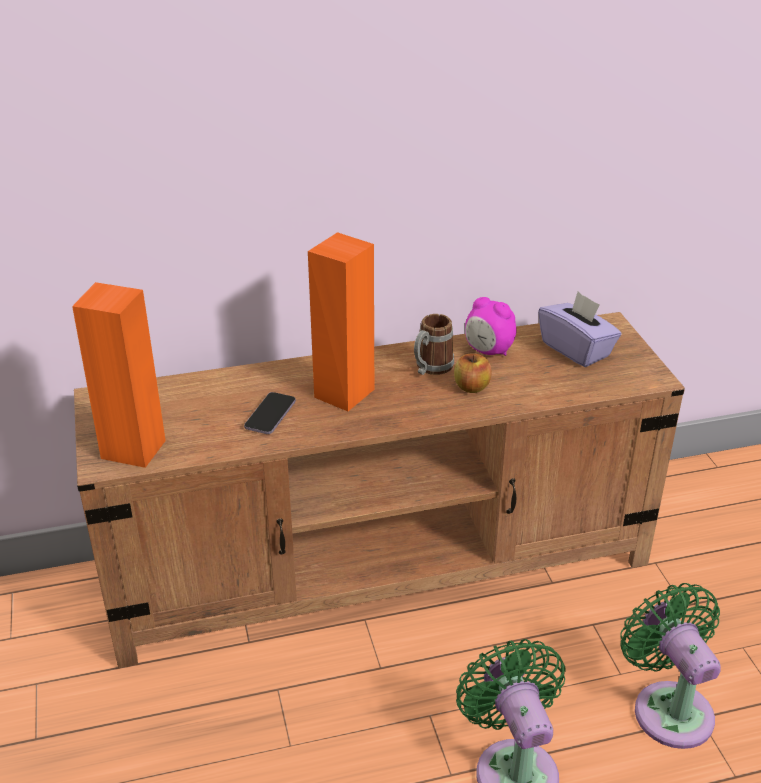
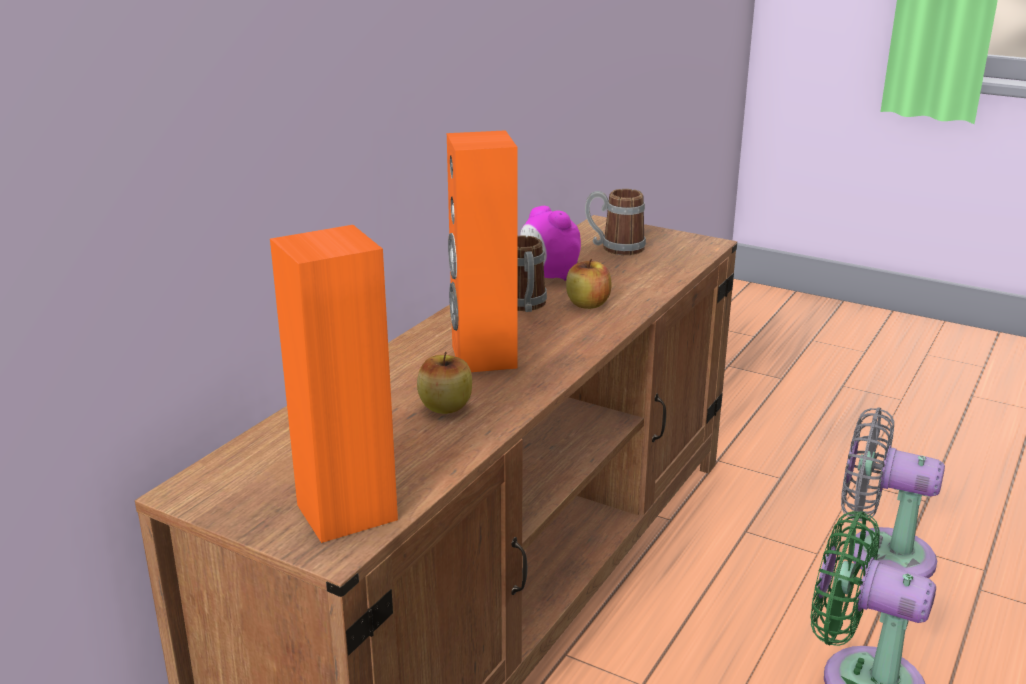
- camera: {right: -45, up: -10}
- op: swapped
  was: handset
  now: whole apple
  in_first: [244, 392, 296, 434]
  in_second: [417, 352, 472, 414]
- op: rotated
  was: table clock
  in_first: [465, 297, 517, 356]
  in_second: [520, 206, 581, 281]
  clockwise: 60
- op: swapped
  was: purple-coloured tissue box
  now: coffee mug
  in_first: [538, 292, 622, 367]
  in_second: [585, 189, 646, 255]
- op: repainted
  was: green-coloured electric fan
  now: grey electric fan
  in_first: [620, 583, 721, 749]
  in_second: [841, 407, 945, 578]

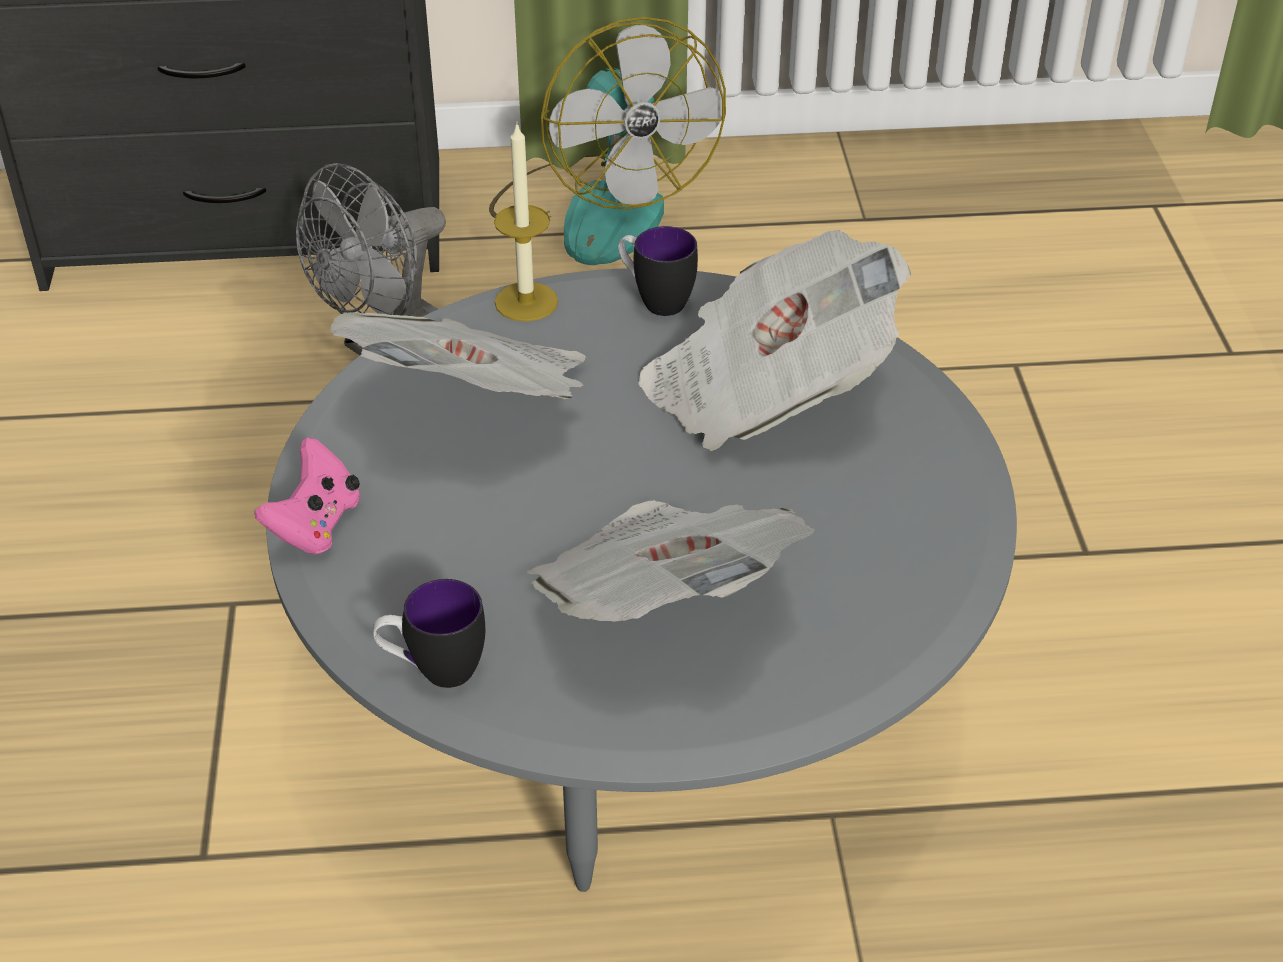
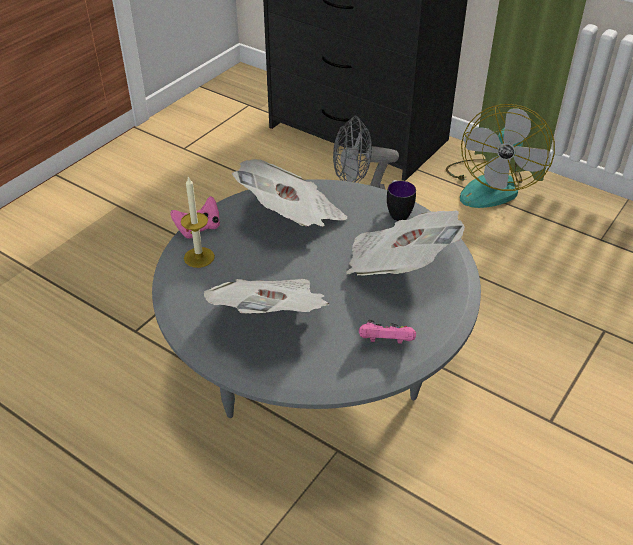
- camera: {right: 40, up: 0}
- op: shifted
  was: wax candle
  in_first: [494, 123, 558, 322]
  in_second: [181, 176, 215, 268]
- op: new
  now: pinkish gamepad
  in_second: [359, 320, 416, 344]
- op: gone
  was: coffee mug
  in_first: [373, 579, 485, 688]

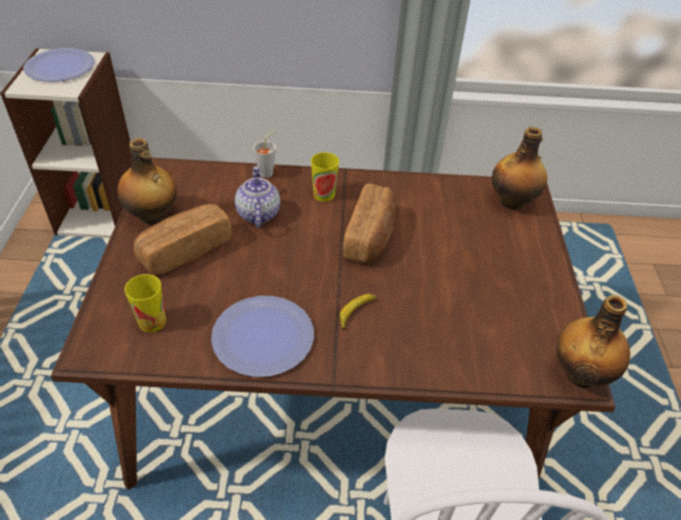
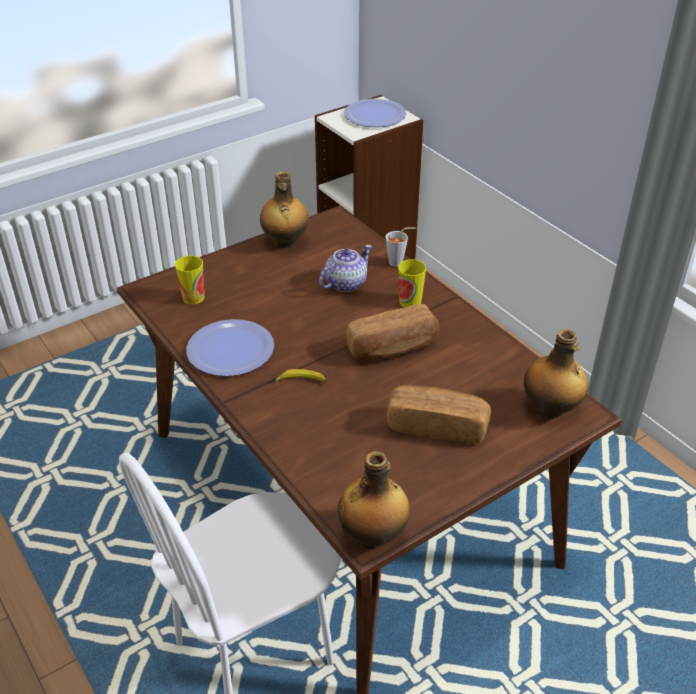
- camera: {right: 55, up: -5}
- op: shifted
  was: bakery bread
  in_first: [134, 204, 231, 275]
  in_second: [387, 385, 491, 443]

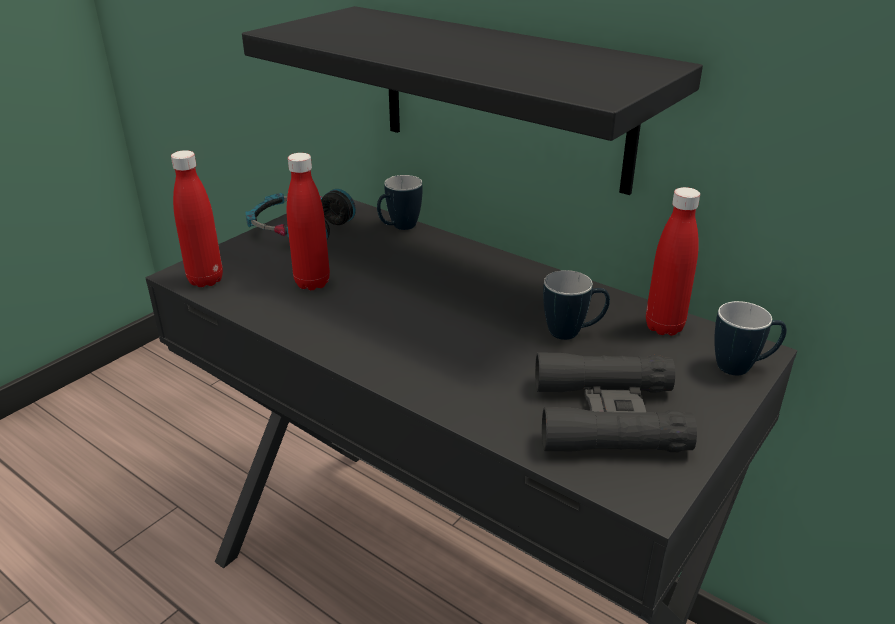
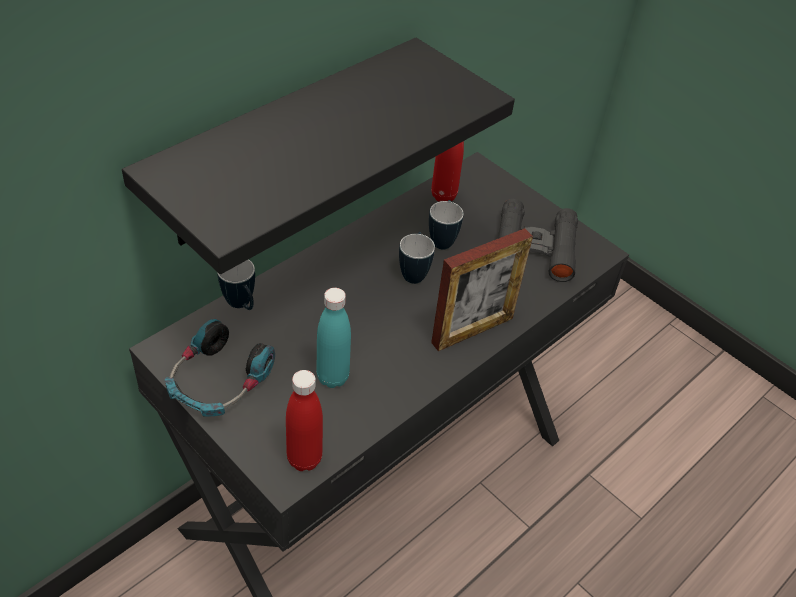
- camera: {right: -85, up: 15}
- op: repainted
  was: red beverage bottle
  now: turquoise beverage bottle
  in_first: [287, 153, 330, 290]
  in_second: [316, 288, 351, 388]
- op: shifted
  was: coffee mug
  in_first: [714, 301, 787, 375]
  in_second: [399, 232, 435, 284]
- op: new
  now: photo frame
  in_second: [431, 228, 533, 351]

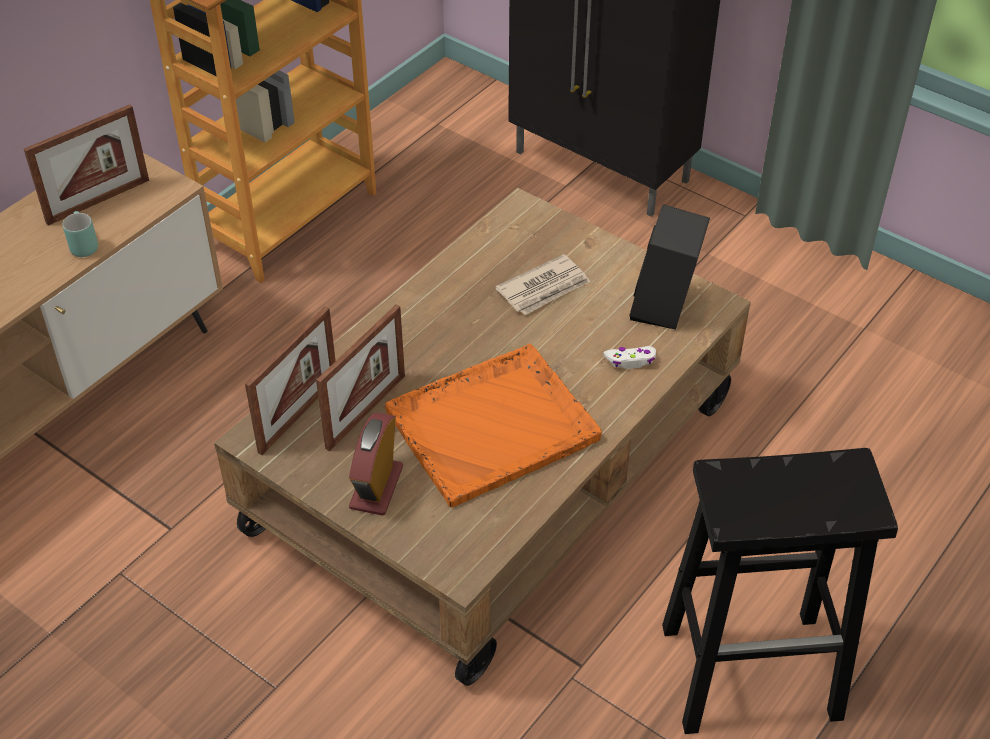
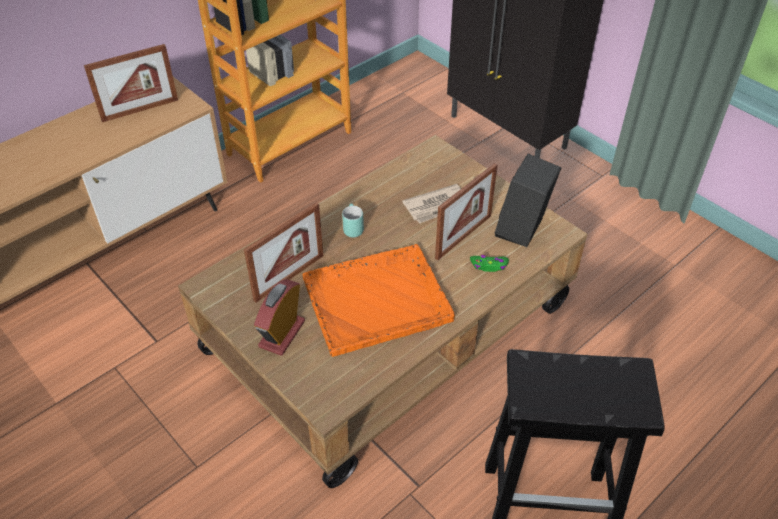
- camera: {right: 10, up: 0}
- op: shifted
  was: turquoise coffee mug
  in_first: [63, 211, 98, 257]
  in_second: [342, 204, 364, 237]
- op: shifted
  was: photo frame
  in_first: [245, 307, 336, 455]
  in_second: [435, 163, 498, 260]
- op: repainted
  was: whitish gamepad
  now: green-coloured gamepad
  in_first: [604, 346, 656, 369]
  in_second: [470, 255, 509, 272]

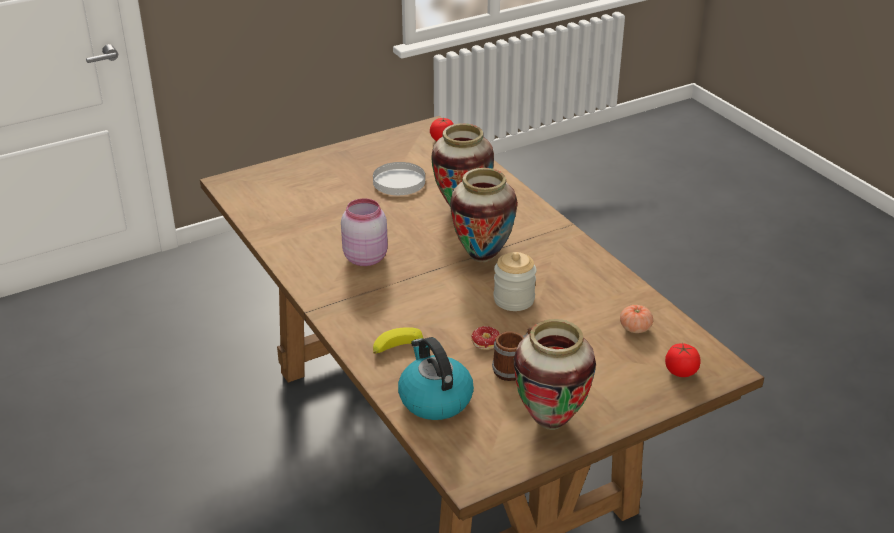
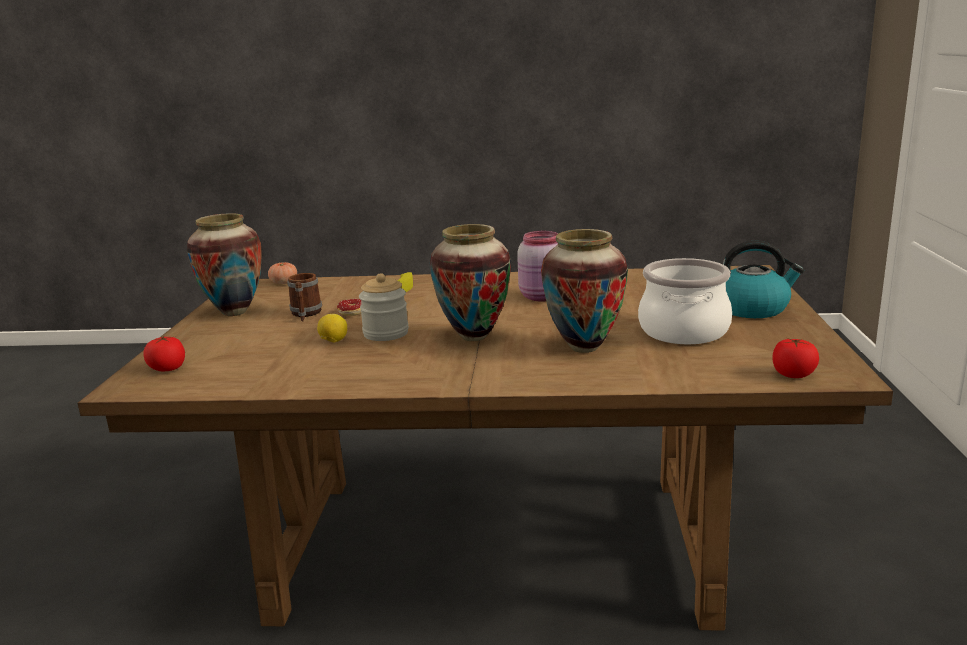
- camera: {right: 125, up: -15}
- op: shifted
  was: fresh tomato
  in_first: [620, 305, 653, 333]
  in_second: [268, 262, 297, 284]
- op: new
  now: lemon
  in_second: [317, 314, 347, 342]
- op: swapped
  was: whitish flat dish
  now: cooking pot
  in_first: [373, 162, 425, 195]
  in_second: [638, 258, 732, 344]
- op: shifted
  was: water kettle
  in_first: [398, 337, 474, 420]
  in_second: [723, 241, 804, 318]

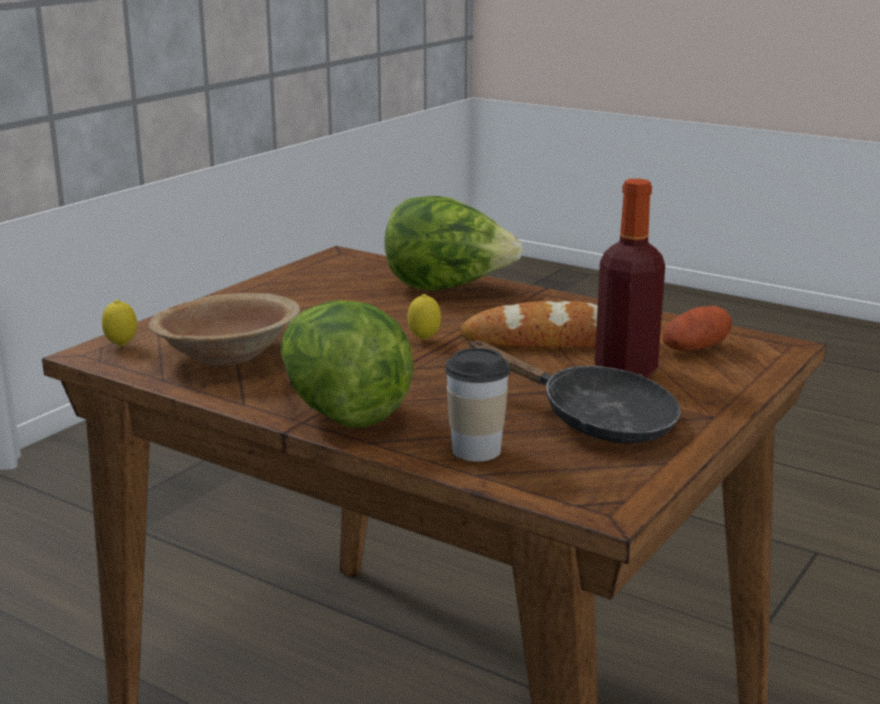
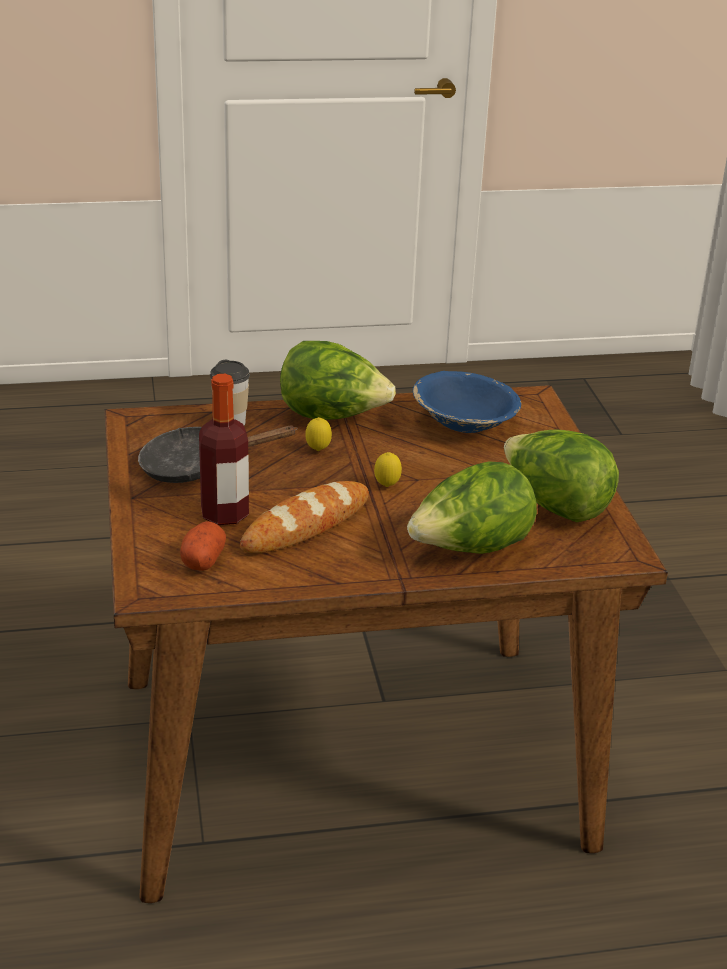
- camera: {right: 135, up: 10}
- op: shifted
  was: lemon
  in_first: [102, 300, 137, 346]
  in_second: [305, 417, 332, 451]
- op: repainted
  was: brownish deep dish
  now: bluish deep dish
  in_first: [149, 293, 301, 366]
  in_second: [413, 371, 521, 433]
- op: new
  now: lettuce head
  in_second: [504, 430, 619, 522]

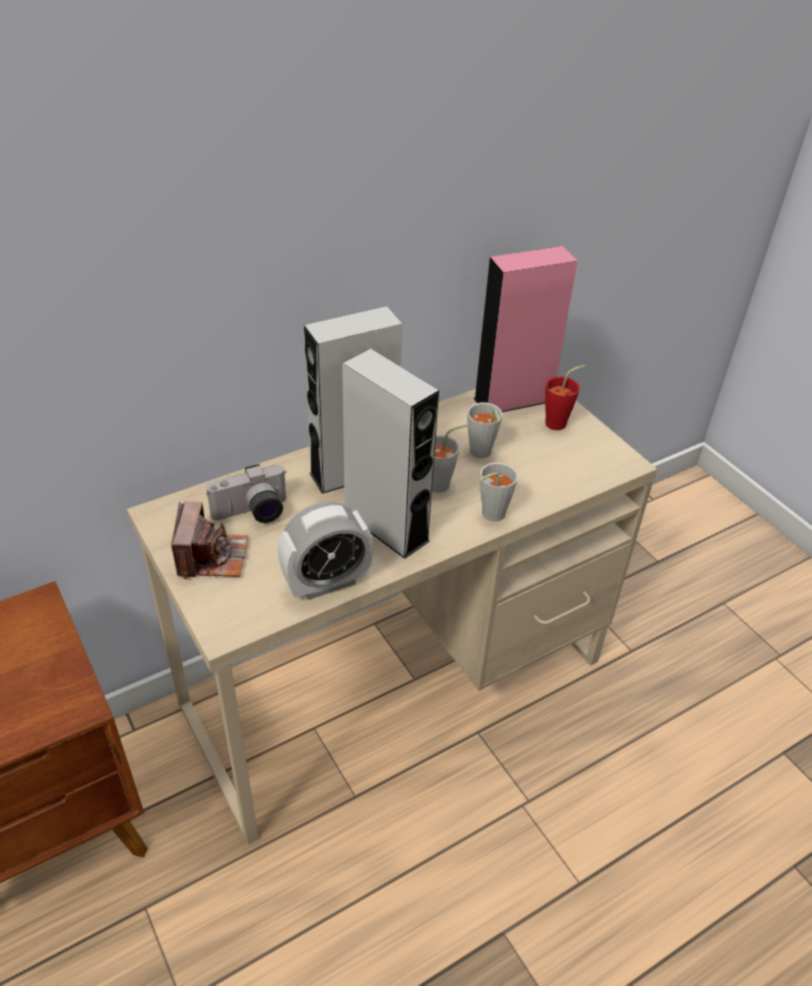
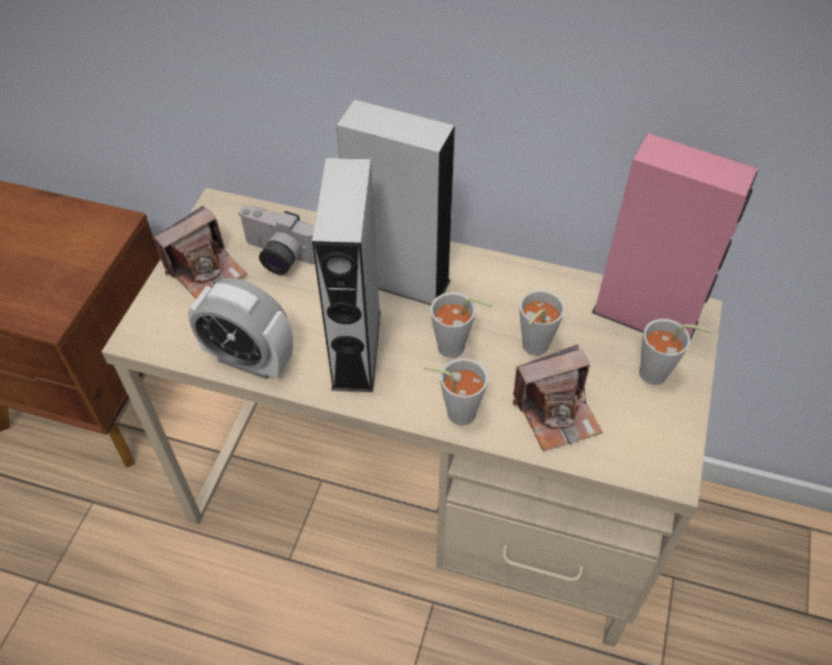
- camera: {right: 50, up: 10}
- op: new
  now: still camera
  in_second: [513, 344, 602, 451]
- op: repainted
  was: red cup
  now: grey cup
  in_first: [545, 365, 585, 430]
  in_second: [639, 319, 711, 385]

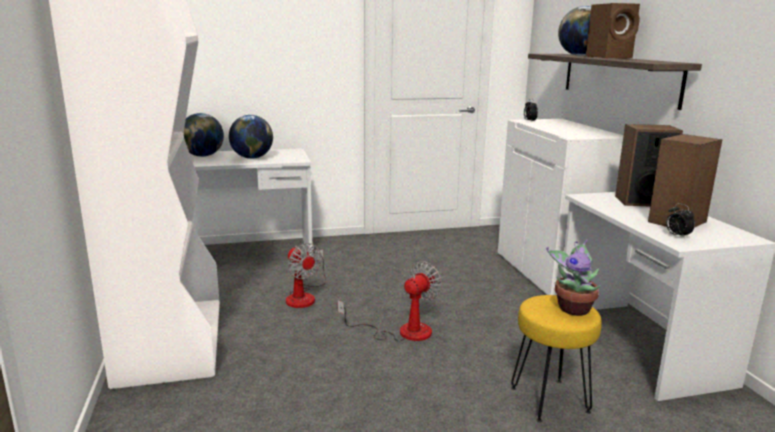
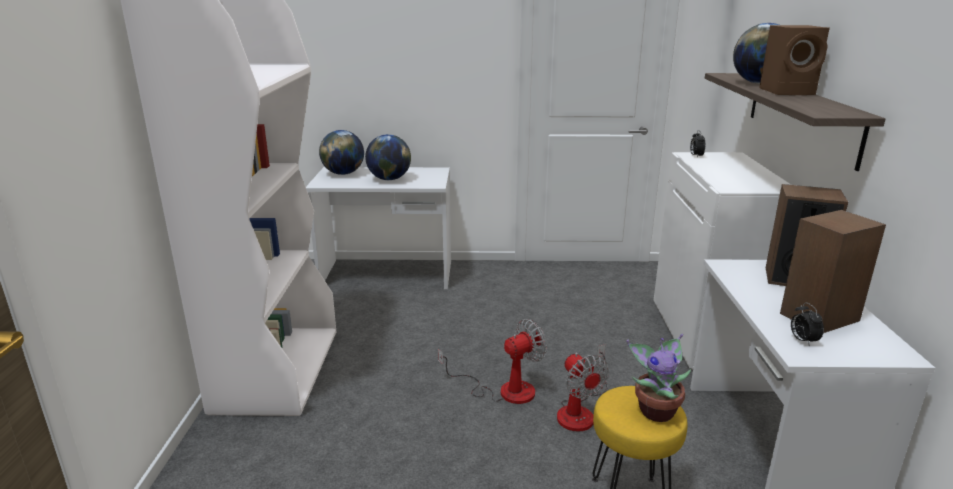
- camera: {right: 15, up: 5}
- op: shifted
  was: electric fan
  in_first: [286, 243, 327, 308]
  in_second: [557, 345, 609, 431]

